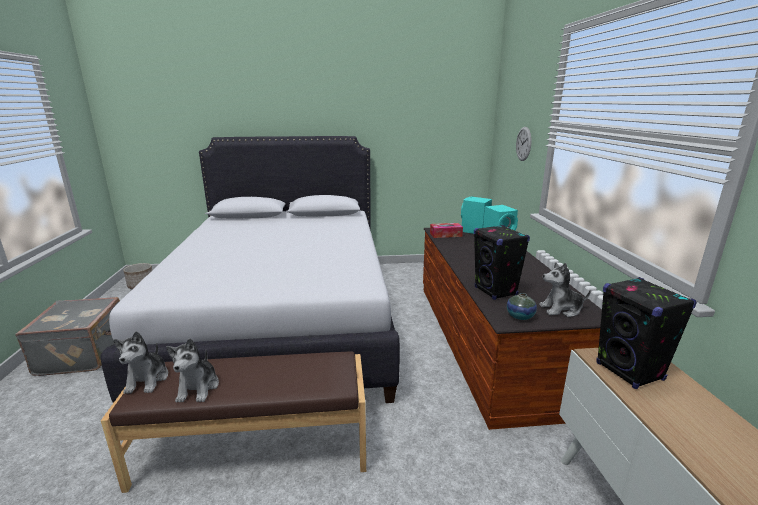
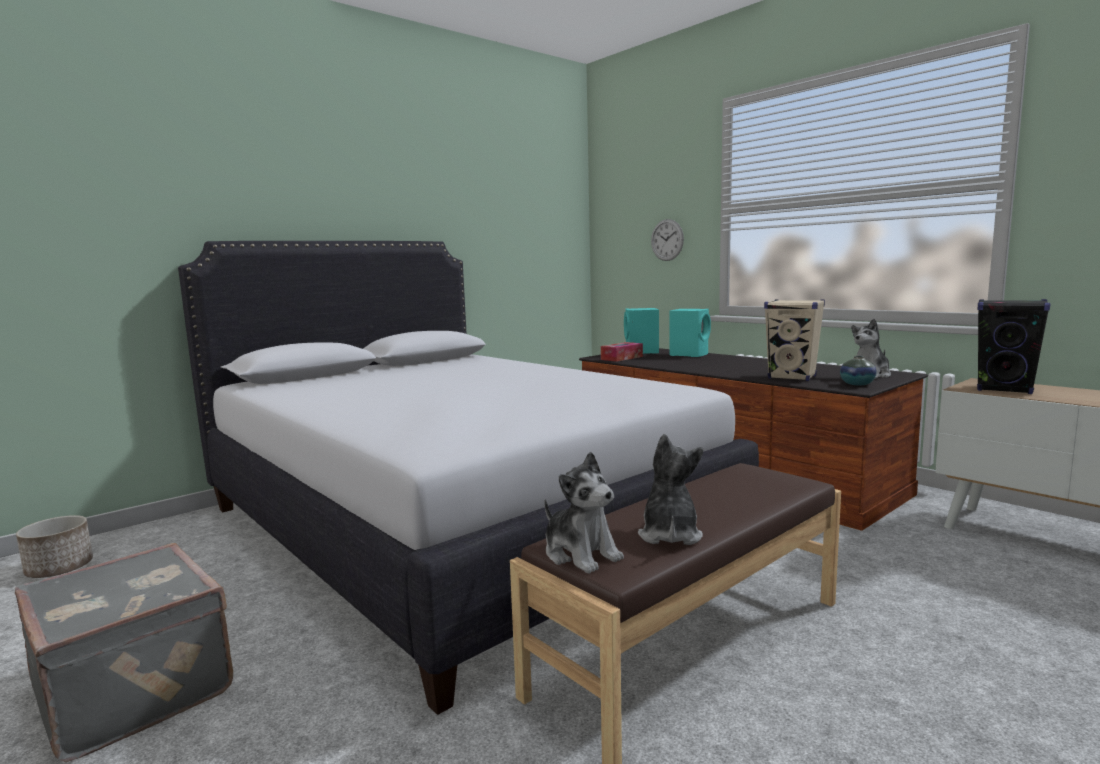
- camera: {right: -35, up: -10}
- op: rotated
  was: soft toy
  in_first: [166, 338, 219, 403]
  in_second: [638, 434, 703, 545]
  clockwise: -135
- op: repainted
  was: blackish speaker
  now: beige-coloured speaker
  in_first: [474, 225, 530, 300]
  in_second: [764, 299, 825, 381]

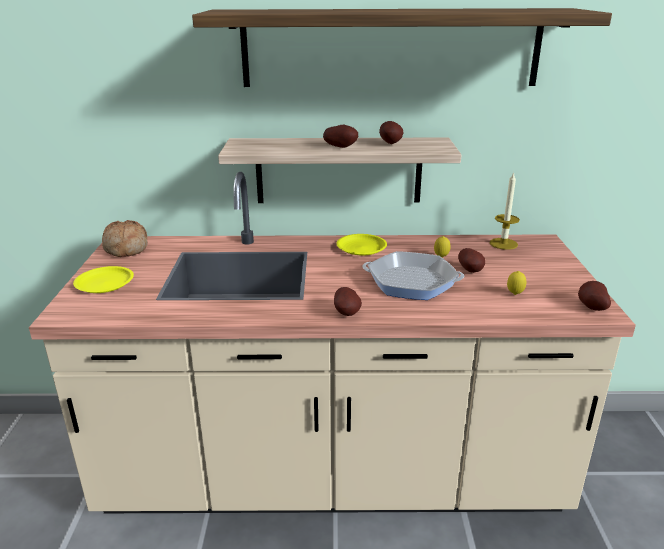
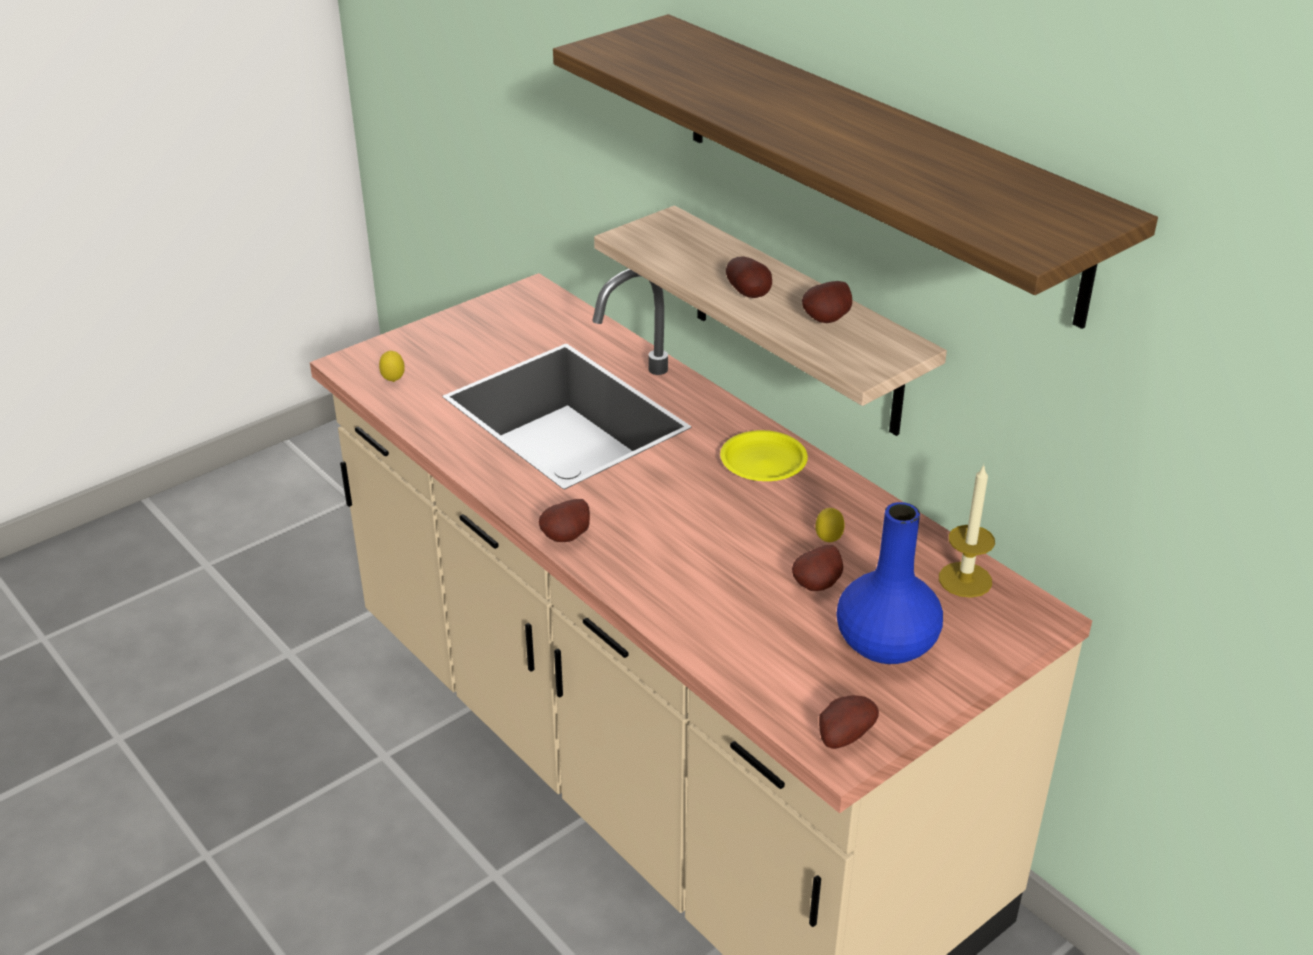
- camera: {right: 50, up: 10}
- op: shifted
  was: lemon
  in_first: [507, 271, 526, 295]
  in_second: [379, 351, 405, 382]
- op: new
  now: bluish flower vase
  in_second: [836, 502, 943, 664]
- op: gone
  was: yellowish flat dish
  in_first: [73, 266, 134, 293]
- op: gone
  was: bakery bread
  in_first: [102, 220, 148, 257]
- op: gone
  was: skillet
  in_first: [362, 251, 464, 300]

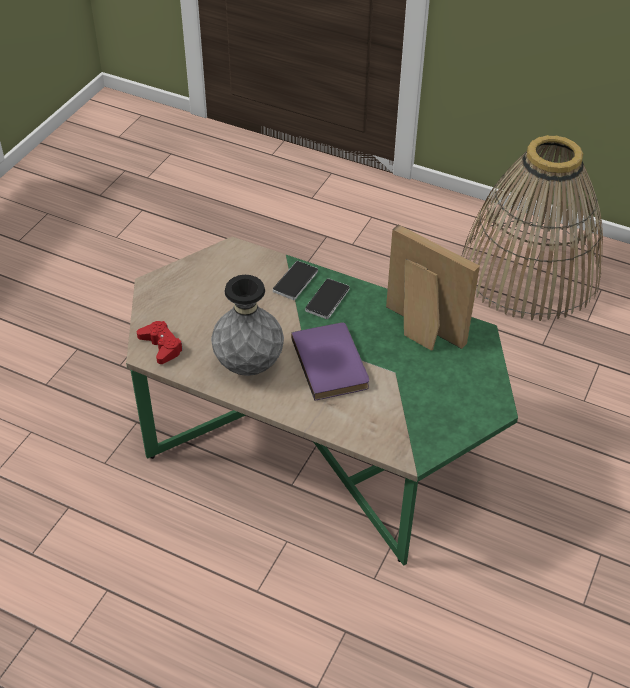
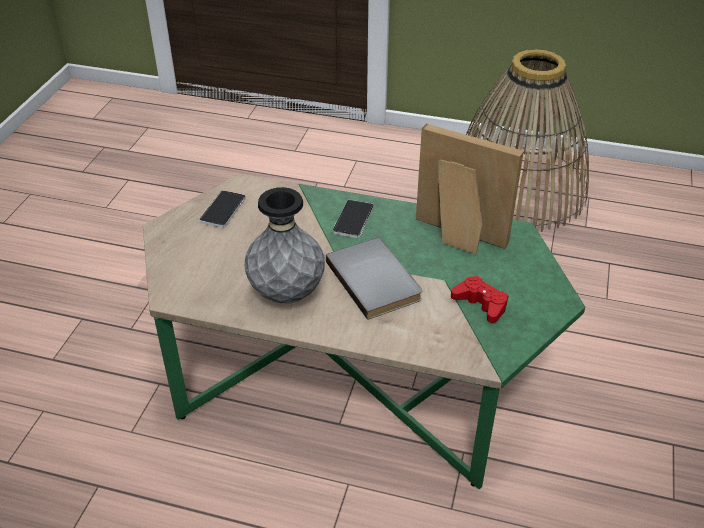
- camera: {right: -10, up: -5}
- op: shifted
  was: handset
  in_first: [273, 261, 318, 300]
  in_second: [200, 190, 246, 228]
- op: repainted
  was: purple-coloured book
  now: grey book
  in_first: [291, 322, 369, 401]
  in_second: [326, 238, 422, 320]
- op: shifted
  was: red gamepad
  in_first: [137, 321, 183, 364]
  in_second: [451, 276, 508, 323]

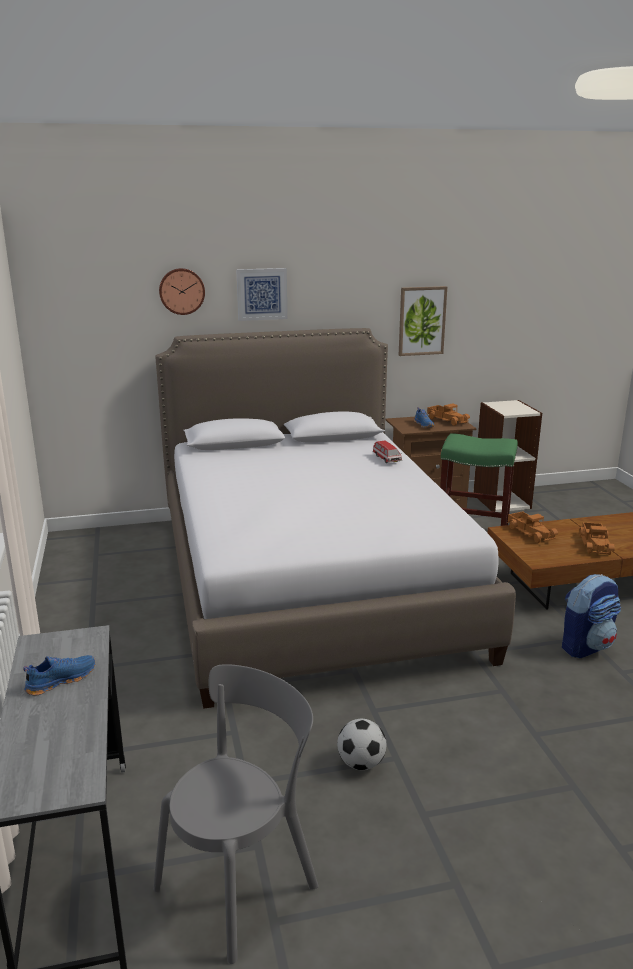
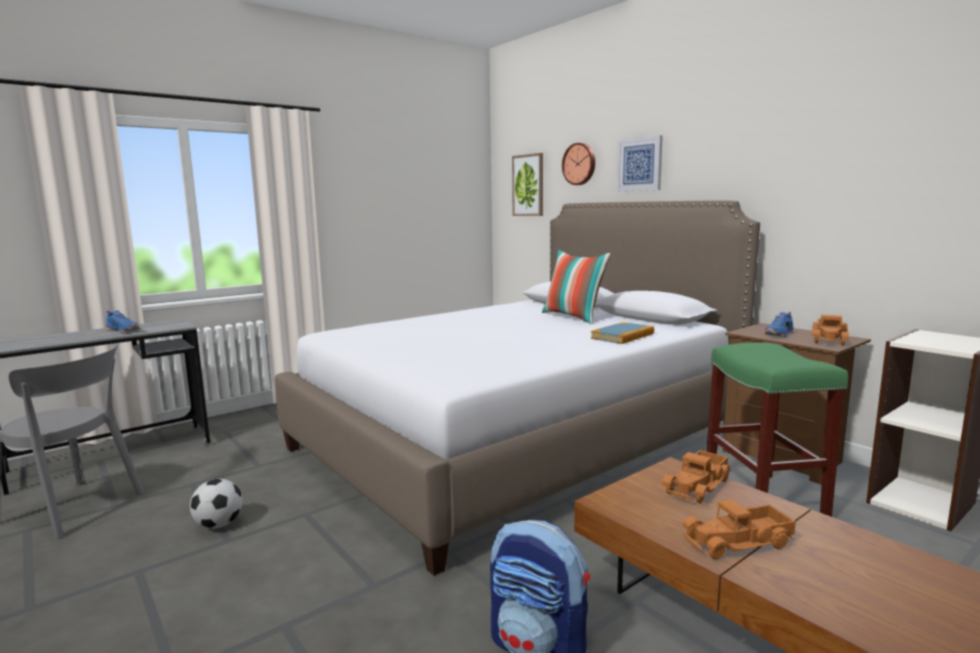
- camera: {right: 65, up: -10}
- op: shifted
  was: wall picture
  in_first: [399, 286, 447, 356]
  in_second: [512, 153, 543, 216]
- op: new
  now: throw pillow
  in_second: [542, 250, 611, 324]
- op: swapped
  was: model car
  now: book
  in_first: [373, 441, 402, 463]
  in_second: [591, 322, 654, 344]

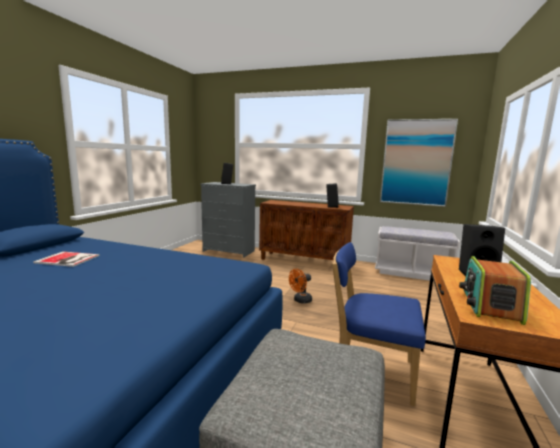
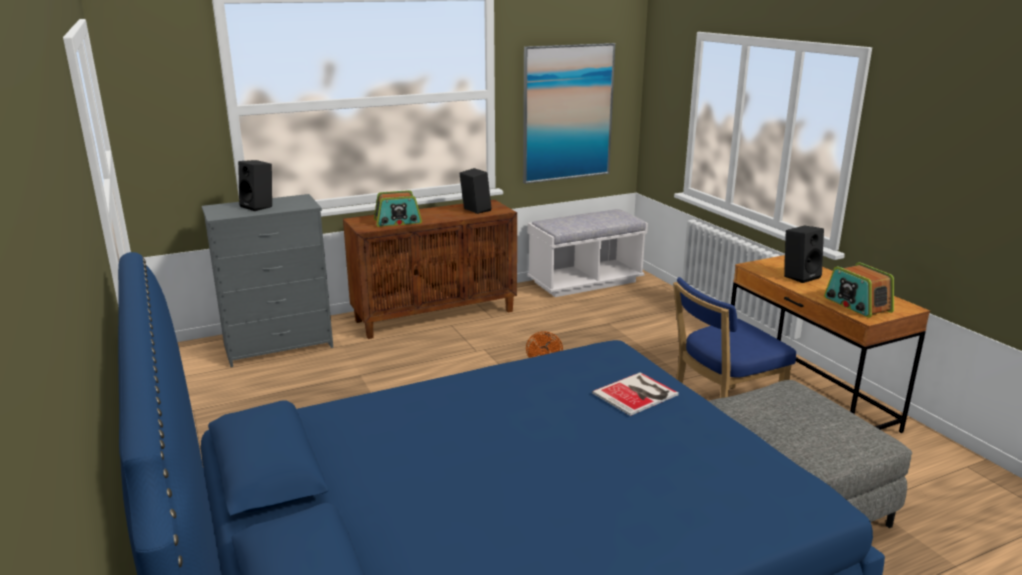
- camera: {right: -45, up: 10}
- op: new
  now: radio receiver
  in_second: [374, 190, 422, 227]
- op: shifted
  was: book
  in_first: [33, 251, 100, 267]
  in_second: [592, 372, 679, 416]

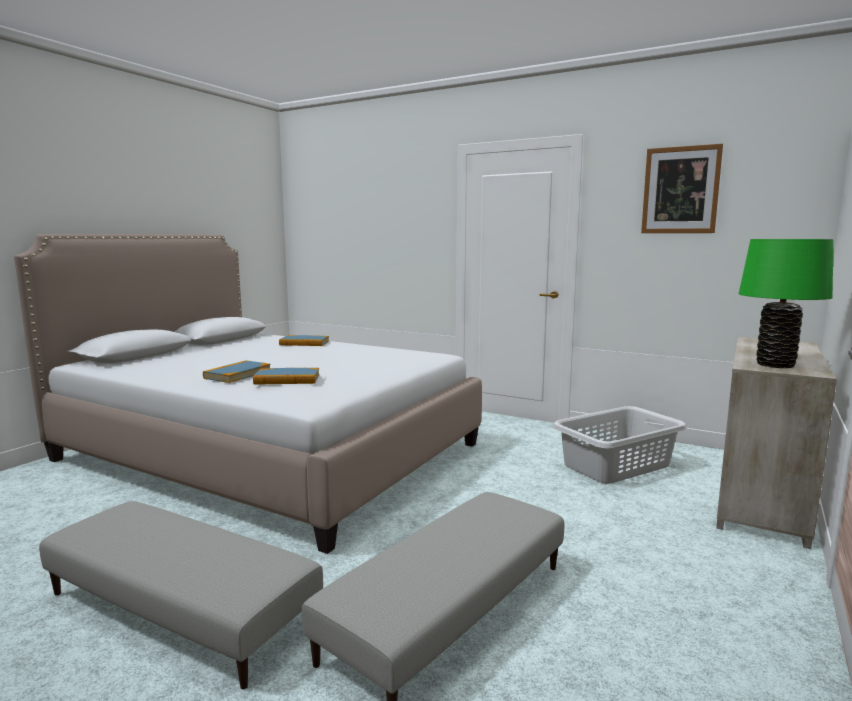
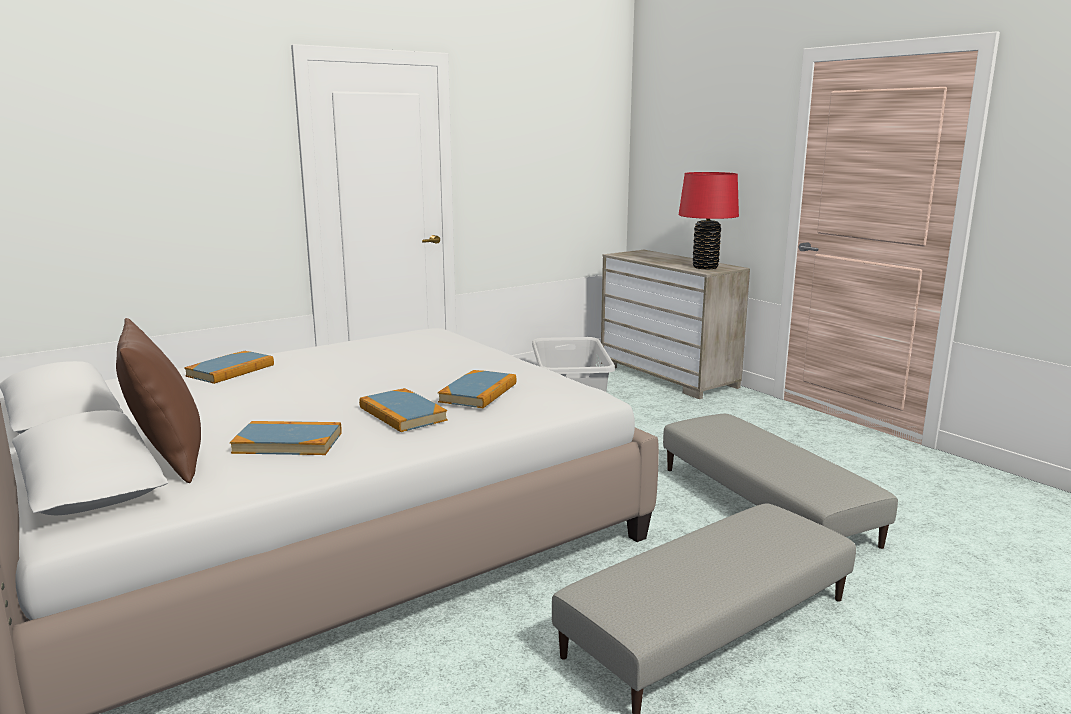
- camera: {right: -65, up: 5}
- op: new
  now: brownish throw pillow
  in_second: [116, 318, 201, 483]
- op: new
  now: book
  in_second: [230, 421, 342, 455]
- op: repainted
  was: green-coloured table lamp
  now: red table lamp
  in_first: [739, 239, 833, 368]
  in_second: [679, 172, 739, 269]
- op: gone
  was: wall picture
  in_first: [641, 144, 723, 233]

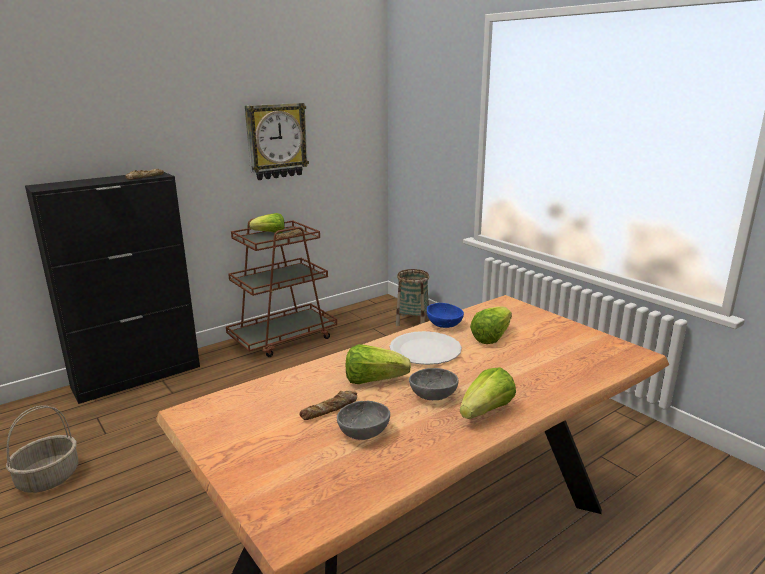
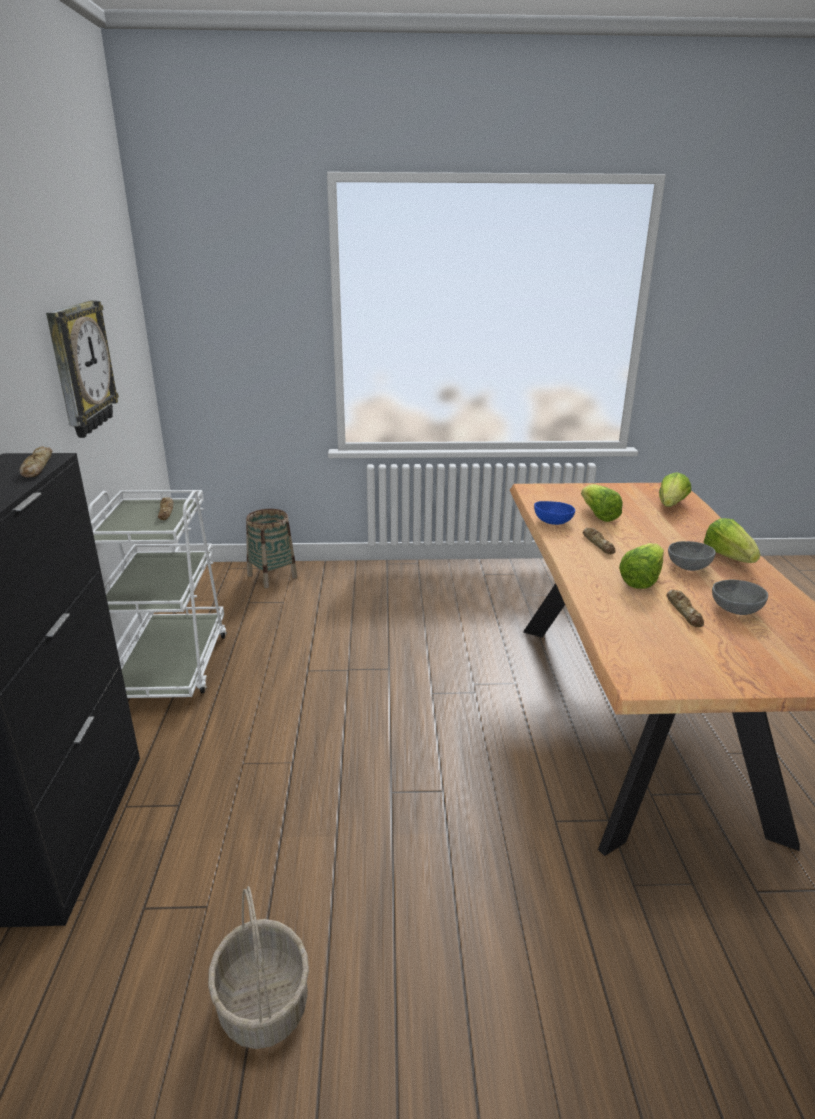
- camera: {right: -55, up: 5}
- op: repainted
  was: brownish wheeled cart
  now: whitish wheeled cart
  in_first: [226, 218, 337, 357]
  in_second: [88, 490, 227, 698]
- op: swapped
  was: whitish flat dish
  now: bakery bread
  in_first: [390, 331, 462, 365]
  in_second: [582, 528, 616, 554]
- op: shifted
  was: lettuce head
  in_first: [249, 213, 285, 233]
  in_second: [659, 472, 691, 507]

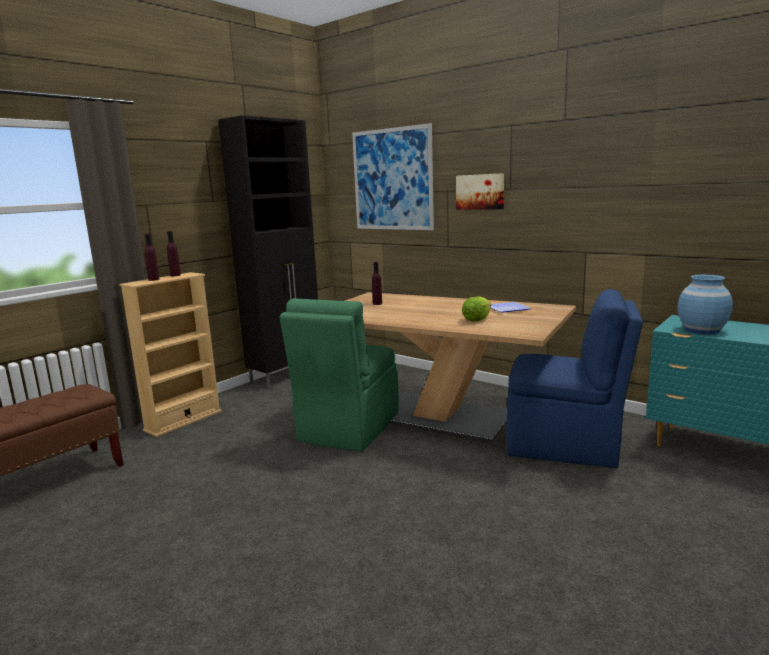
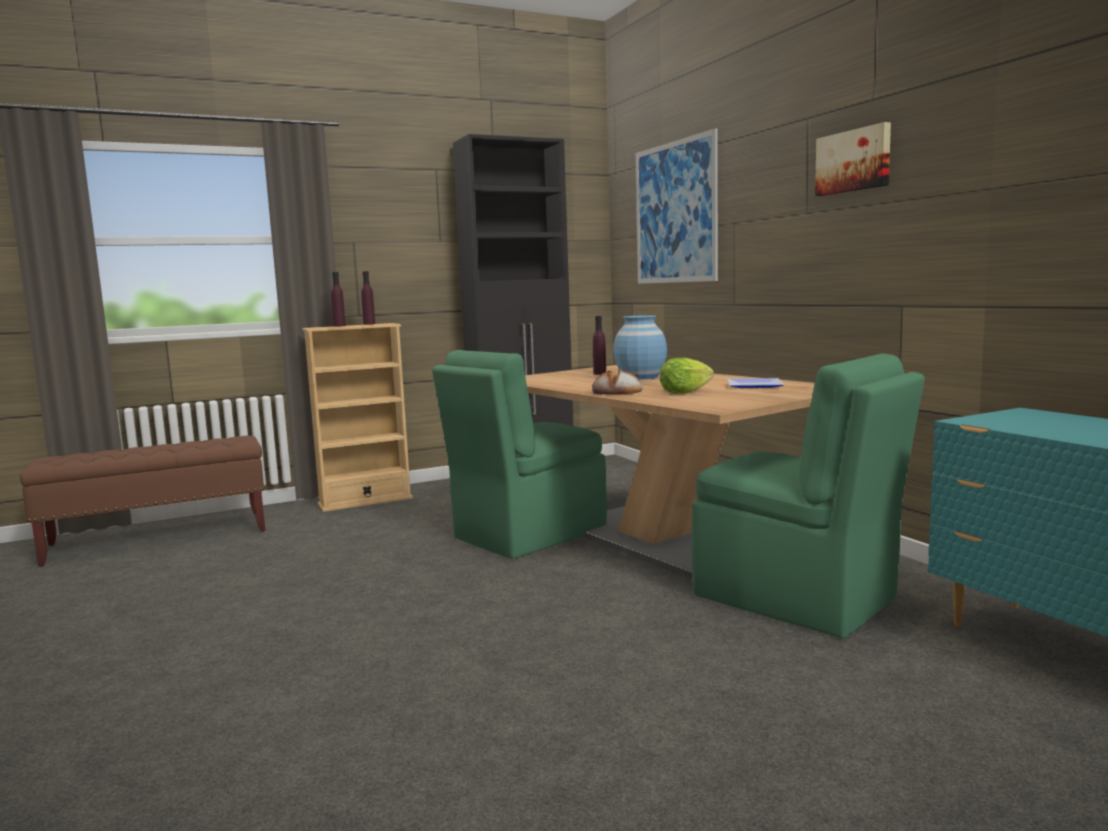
- camera: {right: 25, up: -5}
- op: new
  now: bakery bread
  in_second: [592, 369, 643, 395]
- op: shifted
  was: bluish flower vase
  in_first: [678, 275, 733, 334]
  in_second: [613, 315, 667, 380]
- op: repainted
  was: bluish chair
  now: green-coloured chair
  in_first: [507, 289, 643, 468]
  in_second: [692, 354, 925, 639]
- op: shifted
  was: wall picture
  in_first: [456, 173, 504, 210]
  in_second: [815, 122, 891, 196]

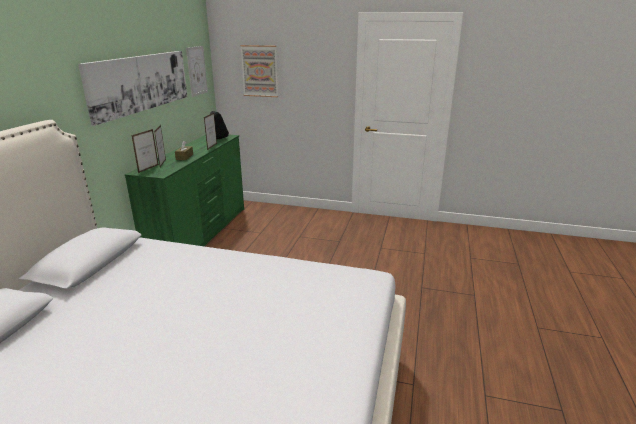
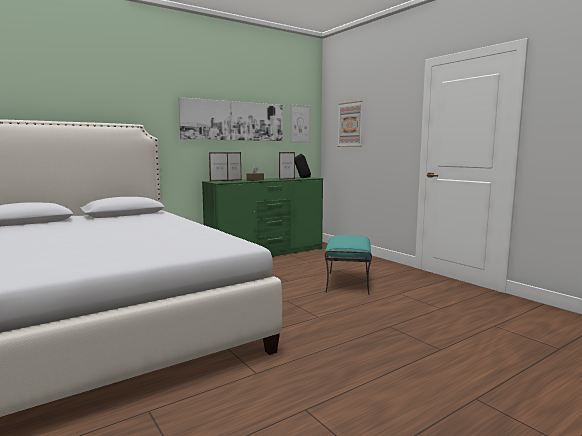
- camera: {right: 40, up: -15}
- op: new
  now: turquoise footrest
  in_second: [325, 235, 372, 295]

